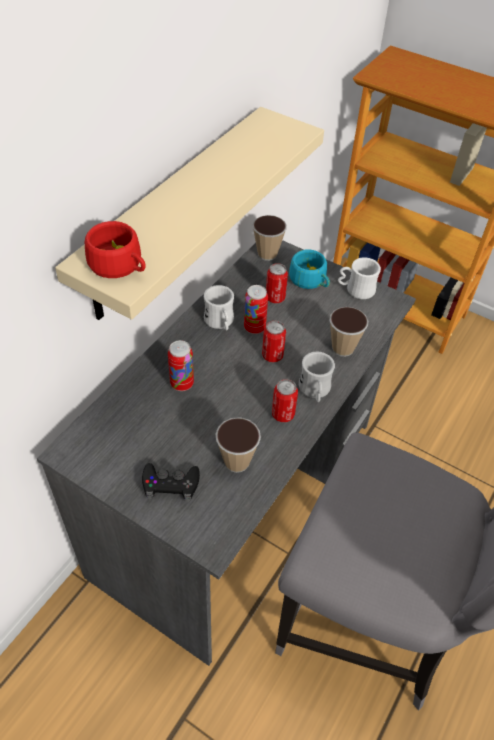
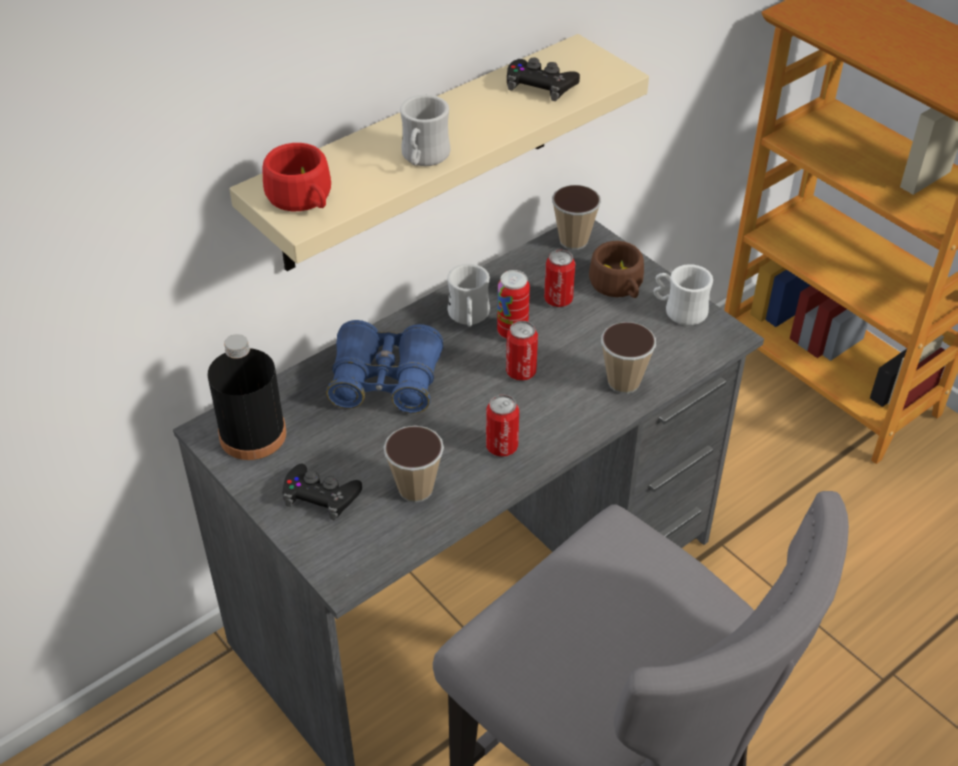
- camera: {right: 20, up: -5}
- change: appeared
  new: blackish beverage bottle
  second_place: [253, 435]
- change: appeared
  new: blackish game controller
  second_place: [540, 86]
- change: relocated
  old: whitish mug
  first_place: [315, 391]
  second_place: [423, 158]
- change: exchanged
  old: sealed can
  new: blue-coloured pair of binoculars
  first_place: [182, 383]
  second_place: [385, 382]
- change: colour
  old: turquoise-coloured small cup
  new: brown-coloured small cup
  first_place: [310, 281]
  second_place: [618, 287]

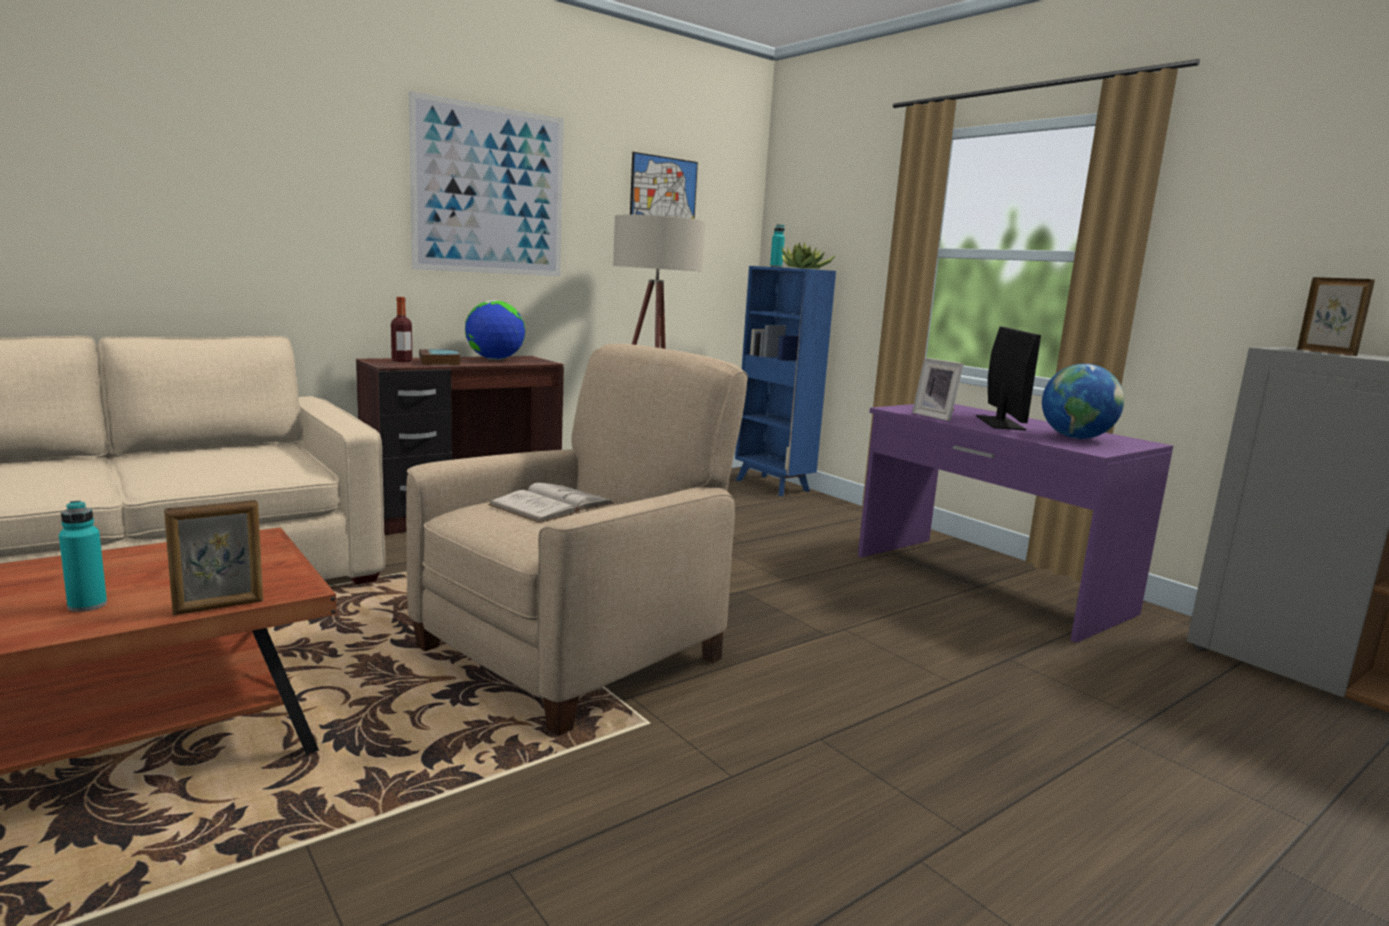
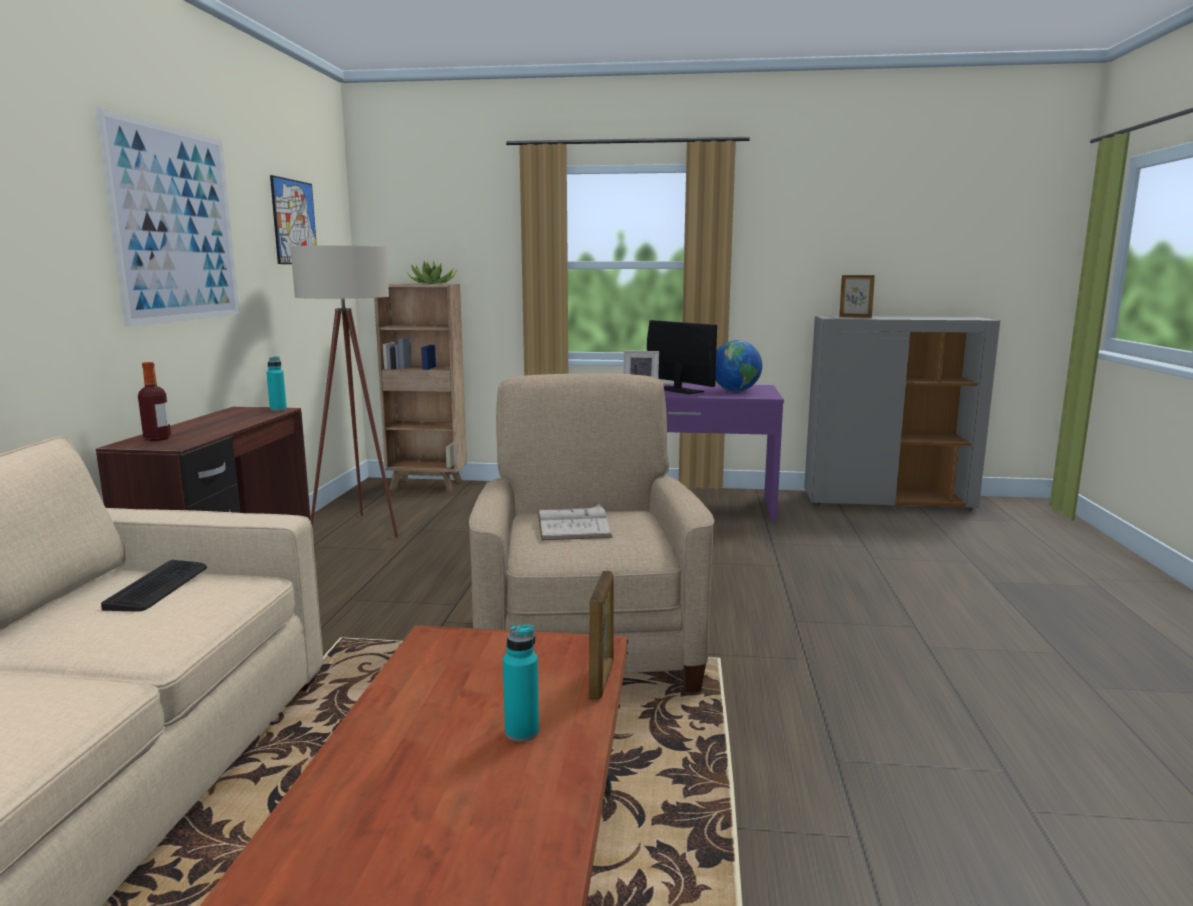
- camera: {right: -45, up: 0}
- change: missing
  old: bound book
  first_place: [440, 362]
- change: missing
  old: desk globe
  first_place: [495, 359]
- change: appeared
  new: PC keyboard
  second_place: [158, 587]
- change: relocated
  old: turquoise-coloured beverage bottle
  first_place: [776, 267]
  second_place: [278, 409]
- change: colour
  old: blue-coloured shelving unit
  new: brown-coloured shelving unit
  first_place: [773, 486]
  second_place: [428, 486]

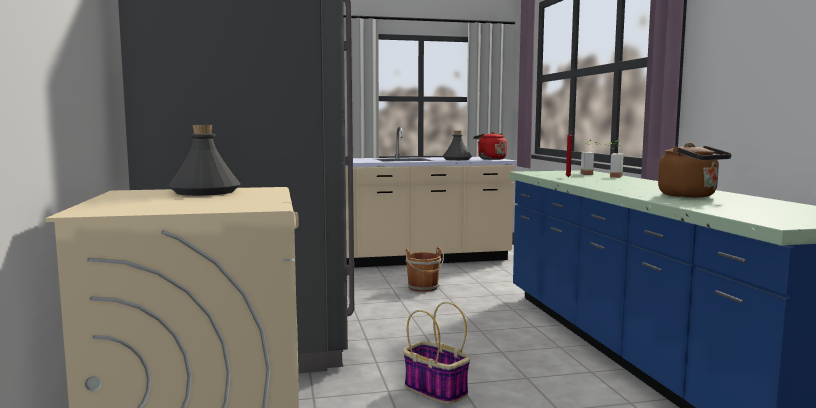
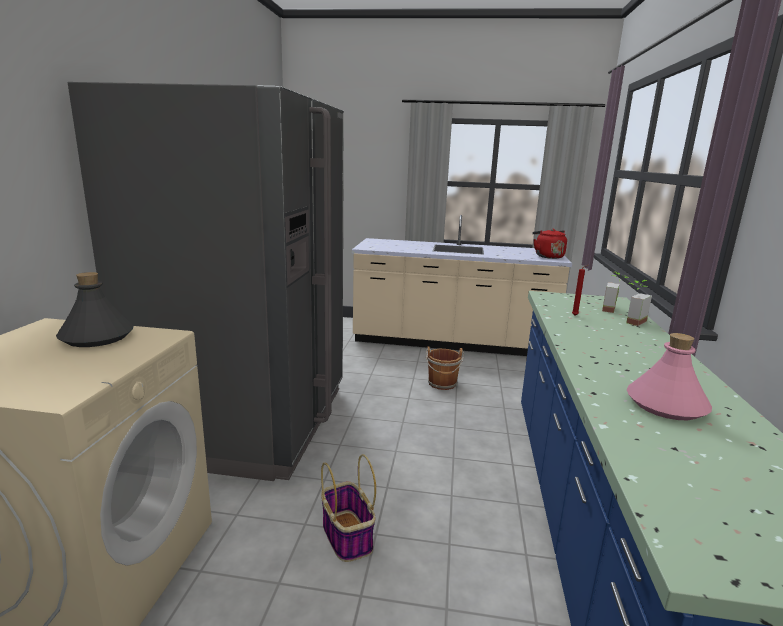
- camera: {right: 20, up: 10}
- change: missing
  old: greyish beverage bottle
  first_place: [457, 159]
- change: exchanged
  old: brown-coloured tea kettle
  new: pinkish beverage bottle
  first_place: [691, 196]
  second_place: [666, 405]

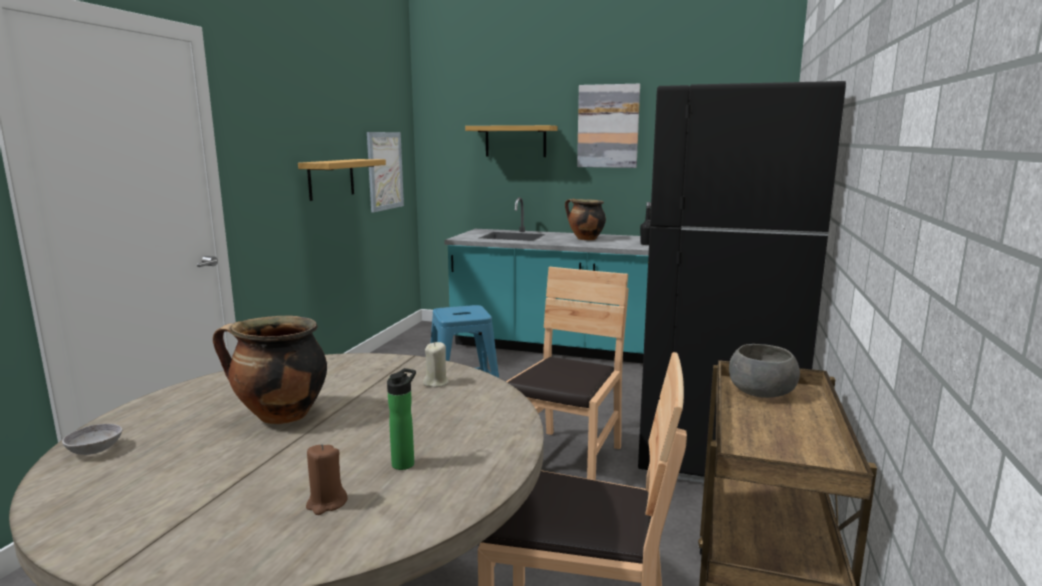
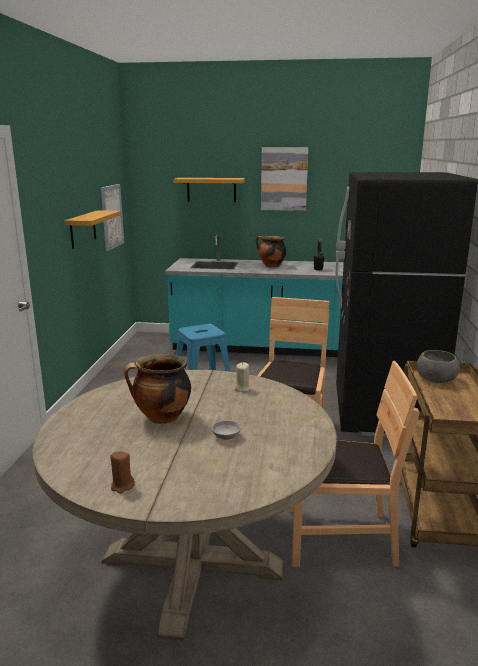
- camera: {right: -10, up: 5}
- change: missing
  old: beverage bottle
  first_place: [405, 462]
- change: relocated
  old: greyish bowl
  first_place: [95, 450]
  second_place: [226, 437]
- change: relocated
  old: brown-coloured candle
  first_place: [326, 503]
  second_place: [122, 486]

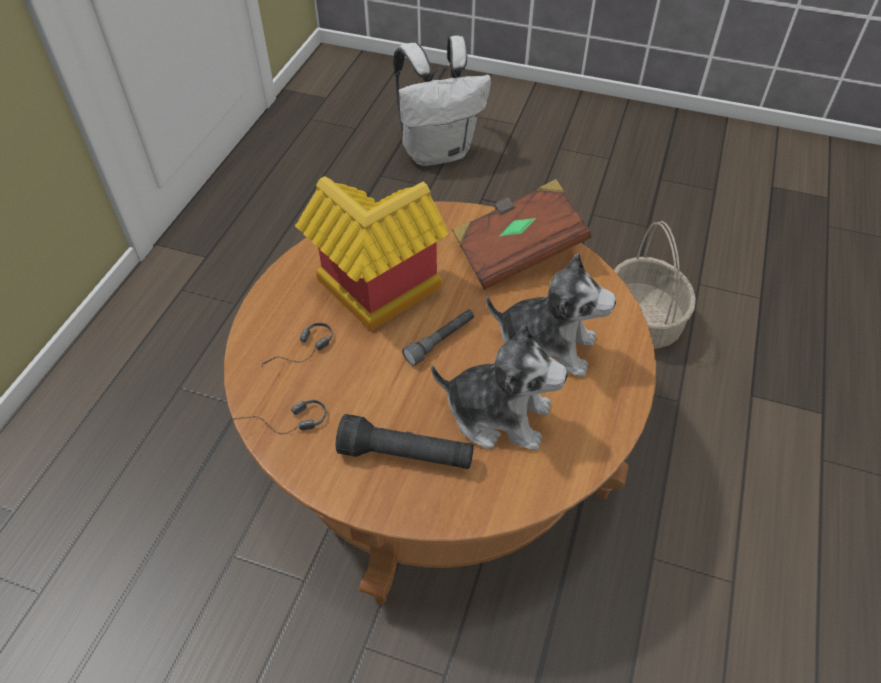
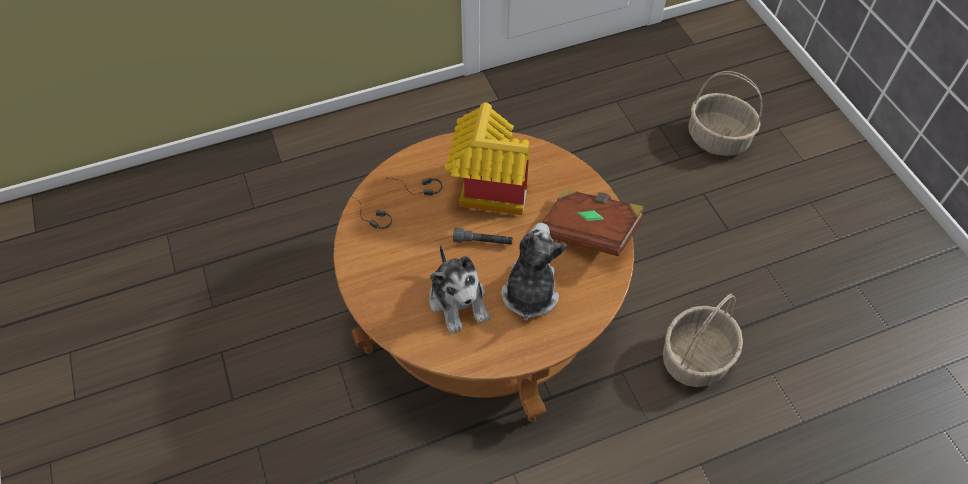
- camera: {right: 50, up: 5}
- change: missing
  old: blackish flashlight
  first_place: [406, 455]
- change: exchanged
  old: whitish knapsack
  new: basket
  first_place: [438, 152]
  second_place: [718, 138]
- change: spun
  old: soft toy
  first_place: [546, 345]
  second_place: [529, 292]
  degrees: -150

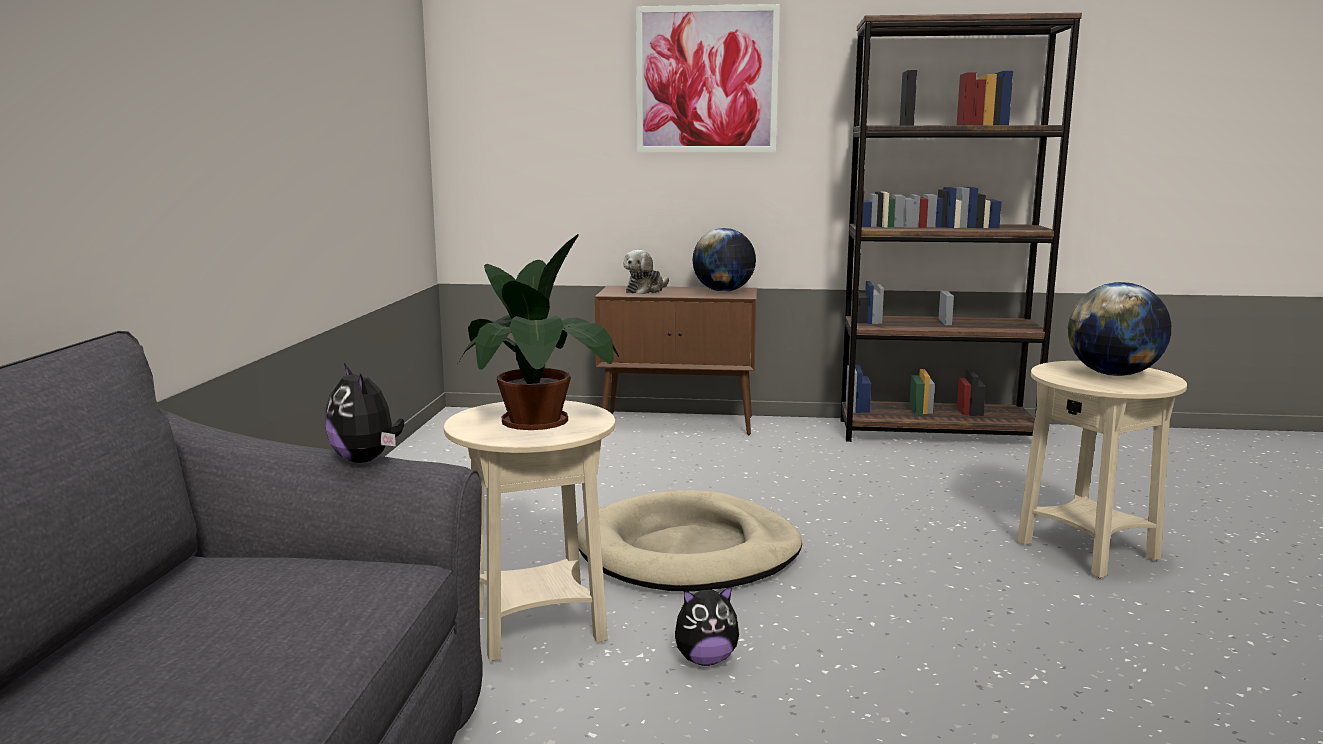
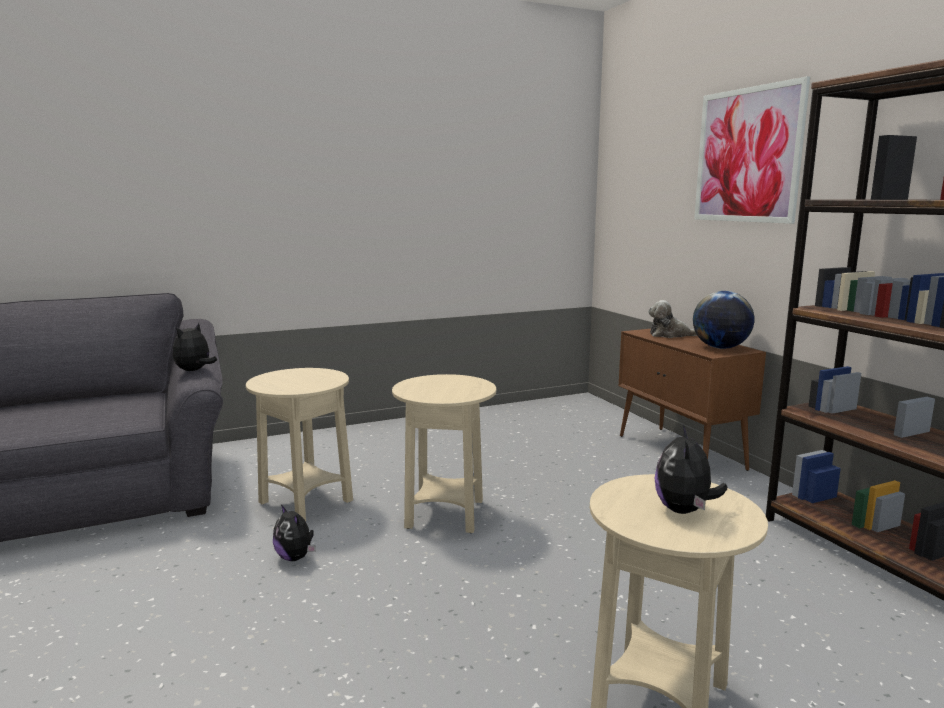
- camera: {right: 60, up: 0}
- change: missing
  old: houseplant
  first_place: [539, 421]
- change: exchanged
  old: beige-coloured dog cushion
  new: beige-coloured accent table
  first_place: [688, 551]
  second_place: [445, 515]
- change: exchanged
  old: desk globe
  new: soft toy
  first_place: [1114, 374]
  second_place: [684, 511]

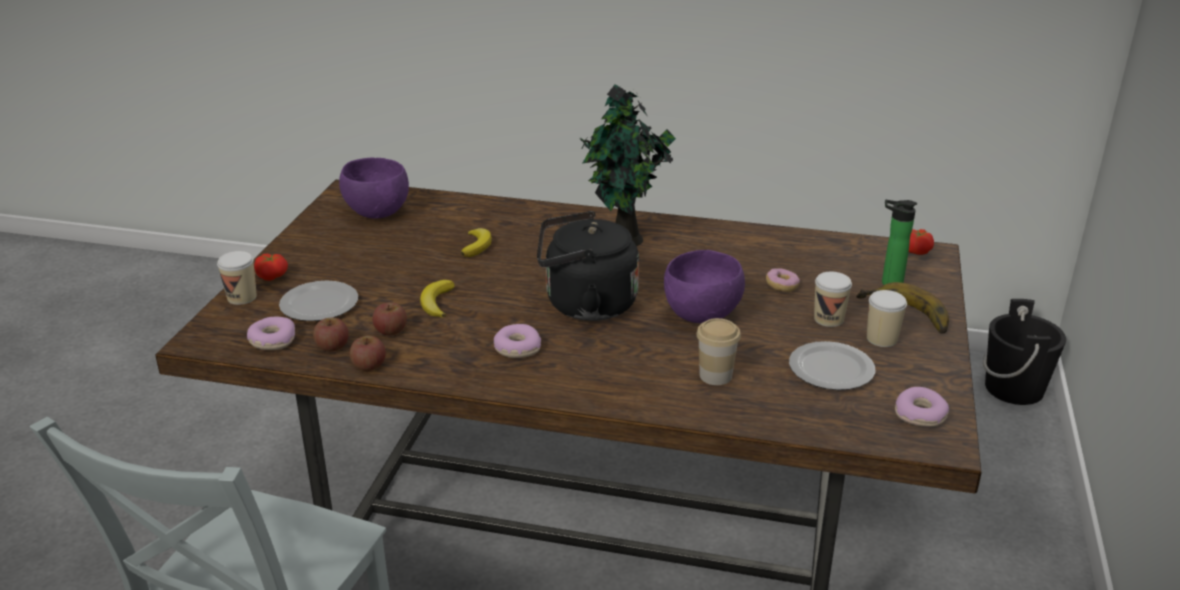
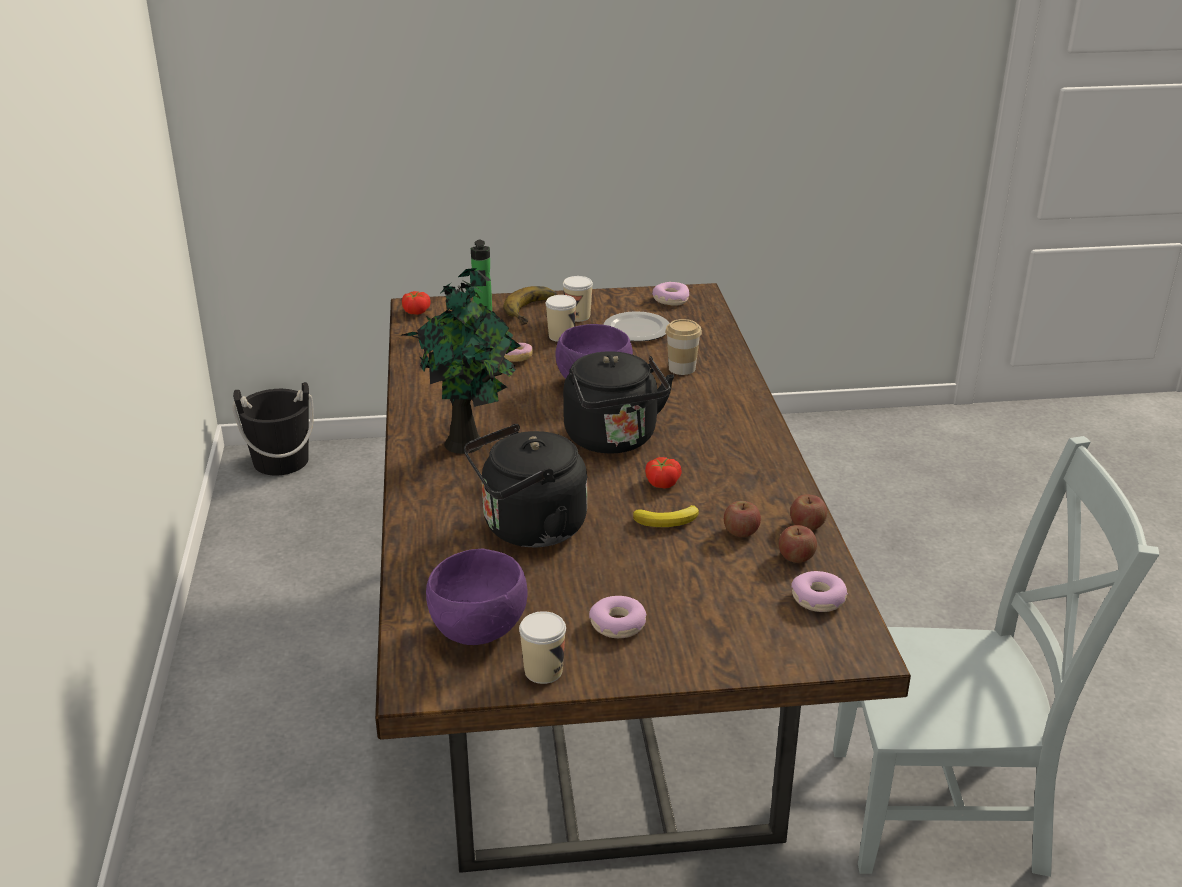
- camera: {right: -110, up: 0}
- change: missing
  old: plate
  first_place: [320, 304]
- change: relocated
  old: small cup
  first_place: [242, 297]
  second_place: [543, 671]
- change: relocated
  old: fresh tomato
  first_place: [273, 276]
  second_place: [661, 483]
- change: relocated
  old: doughnut
  first_place: [517, 348]
  second_place: [618, 625]
- change: exchanged
  old: banana fruit
  new: blackish tea kettle
  first_place: [477, 245]
  second_place: [528, 529]

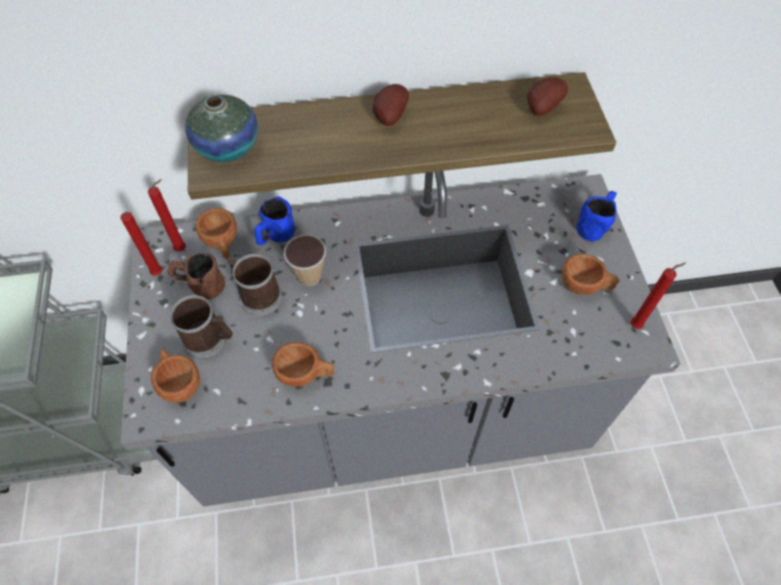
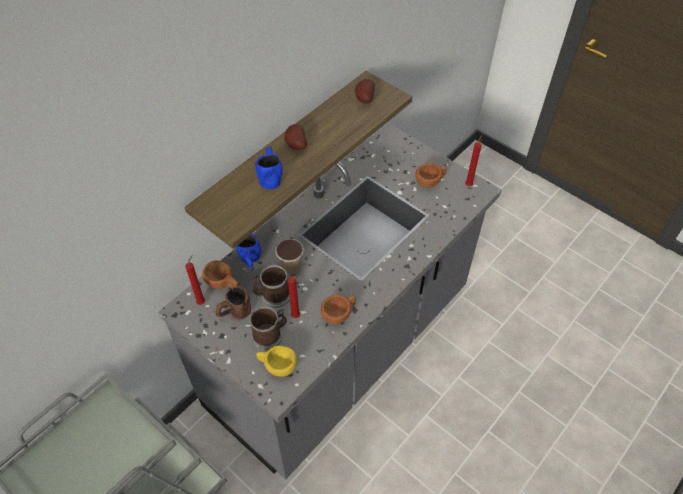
- camera: {right: -40, up: -5}
- change: missing
  old: decorative vase
  first_place: [227, 147]
- change: relocated
  old: red-coloured candle
  first_place: [157, 275]
  second_place: [297, 317]
- change: relocated
  old: blue-coloured mug
  first_place: [594, 223]
  second_place: [270, 175]
- change: colour
  old: brown-coloured small cup
  new: yellowish small cup
  first_place: [179, 382]
  second_place: [277, 366]

